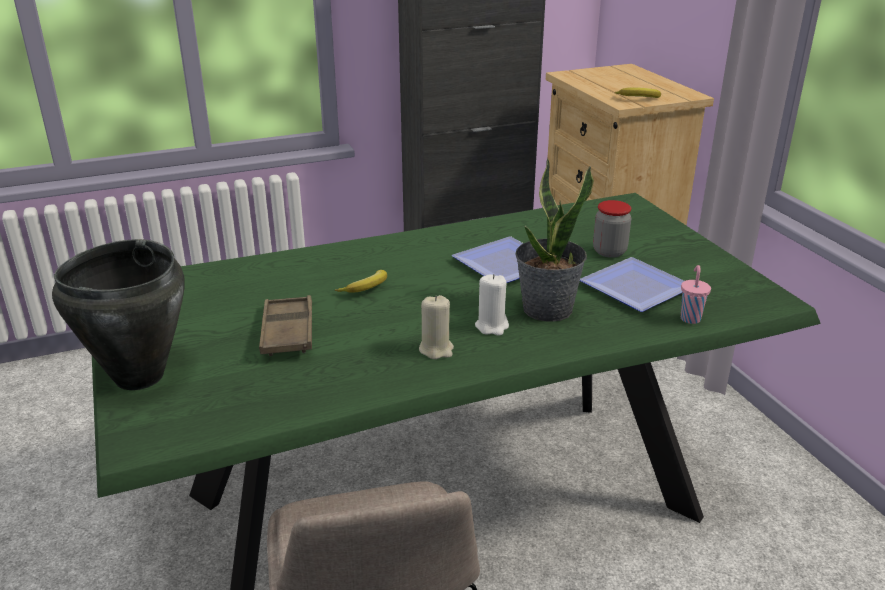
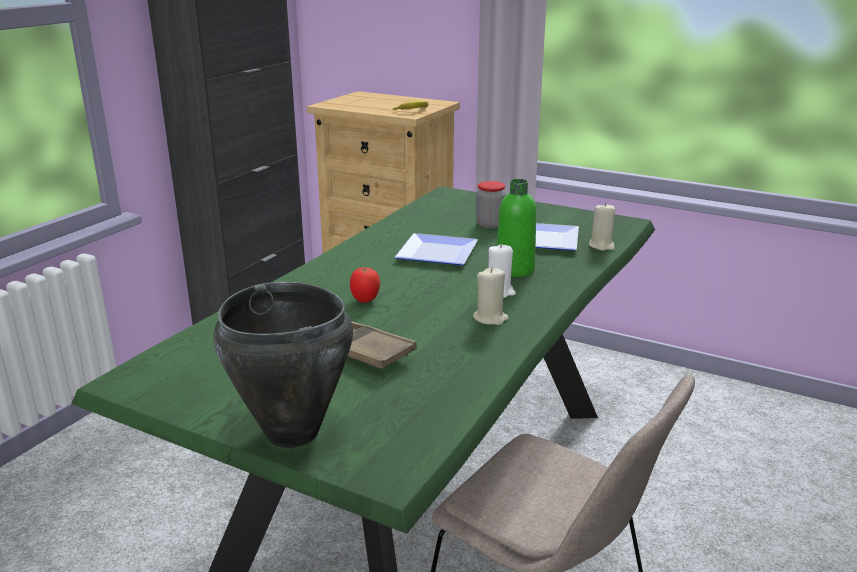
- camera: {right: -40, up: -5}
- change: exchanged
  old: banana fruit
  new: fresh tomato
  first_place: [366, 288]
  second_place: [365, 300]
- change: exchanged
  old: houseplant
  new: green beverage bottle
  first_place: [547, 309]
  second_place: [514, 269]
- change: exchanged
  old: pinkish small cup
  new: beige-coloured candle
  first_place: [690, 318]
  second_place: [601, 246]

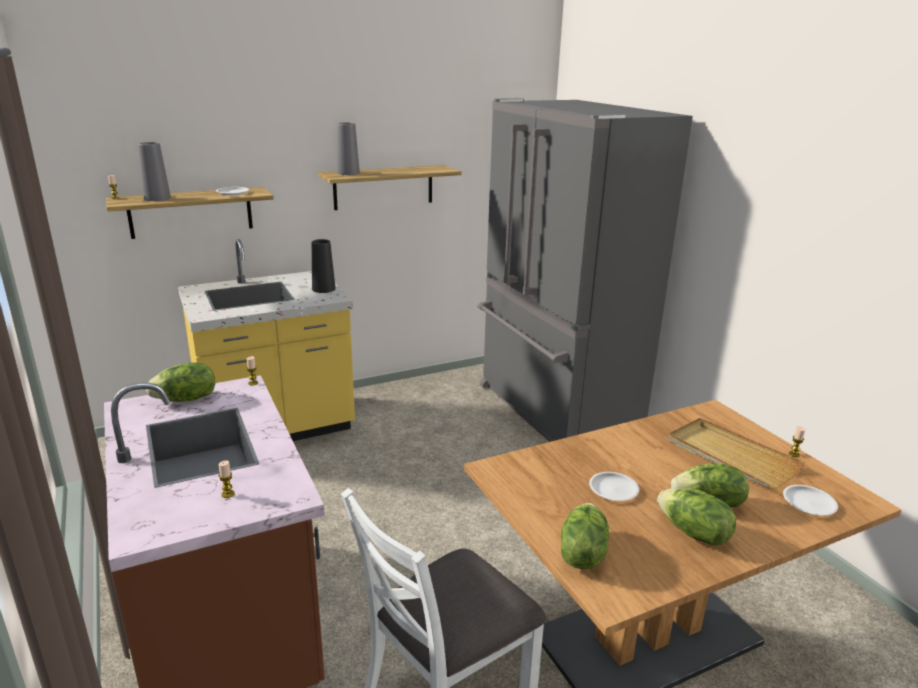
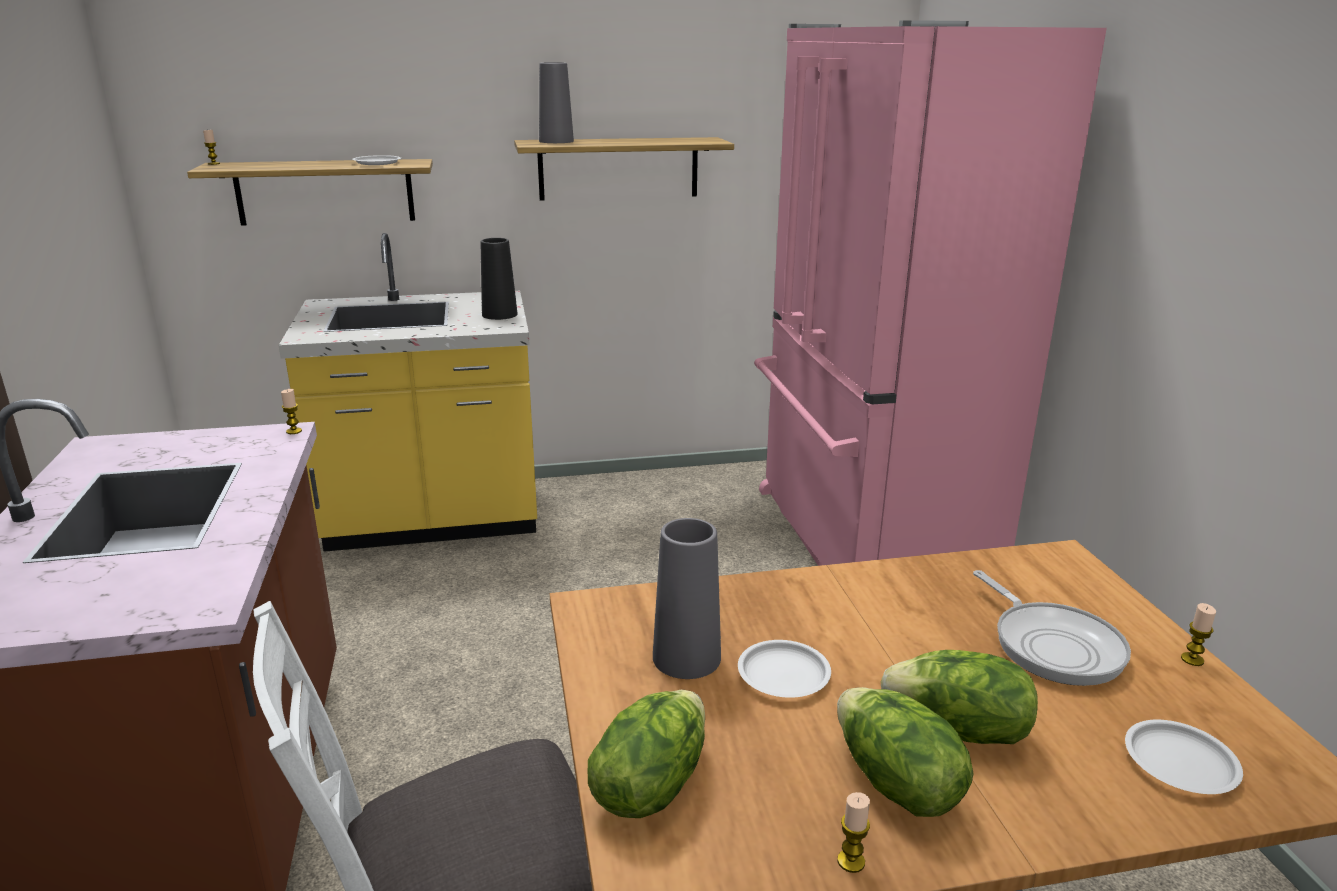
- camera: {right: 15, up: 0}
- change: missing
  old: lettuce
  first_place: [186, 399]
- change: relocated
  old: greyish decorative vase
  first_place: [157, 198]
  second_place: [686, 657]
- change: relocated
  old: candle
  first_place: [228, 494]
  second_place: [851, 861]
- change: exchanged
  old: beige-coloured carrying tray
  new: pan
  first_place: [730, 456]
  second_place: [1052, 645]
- change: colour
  old: greyish kitchen fridge
  new: pinkish kitchen fridge
  first_place: [553, 409]
  second_place: [863, 540]

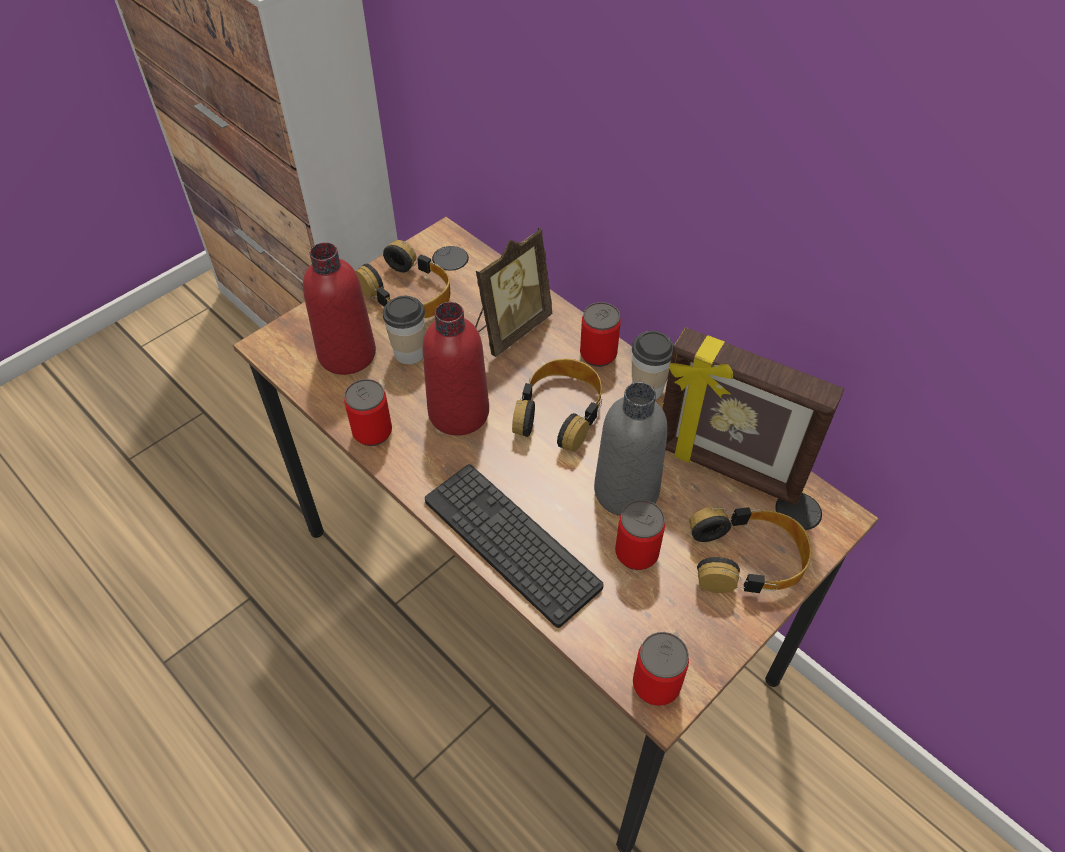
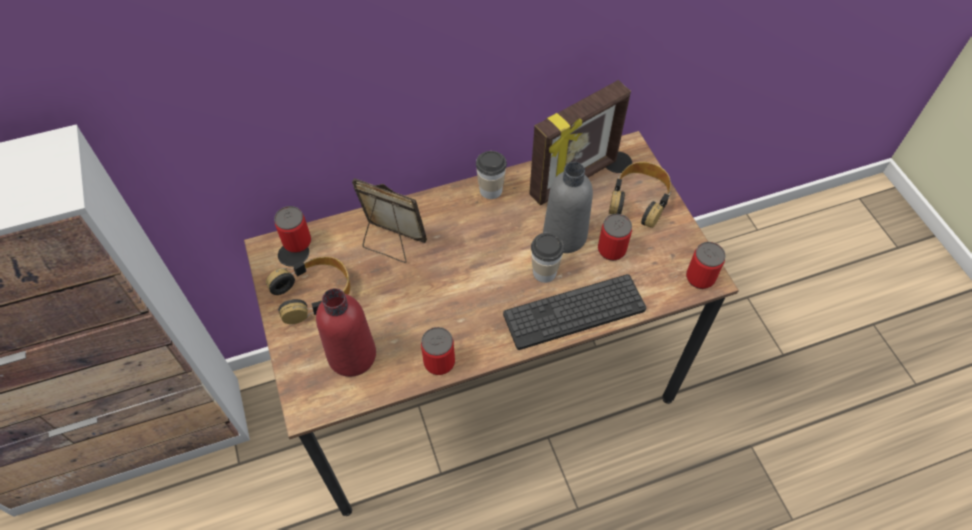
- camera: {right: -65, up: 5}
- change: missing
  old: red-coloured beverage bottle
  first_place: [459, 412]
- change: missing
  old: headphones
  first_place: [559, 412]
- change: relocated
  old: small cup
  first_place: [409, 352]
  second_place: [544, 272]
- change: relocated
  old: sealed can
  first_place: [598, 354]
  second_place: [297, 242]
- change: spun
  old: photo frame
  first_place: [510, 328]
  second_place: [391, 243]
  degrees: -45

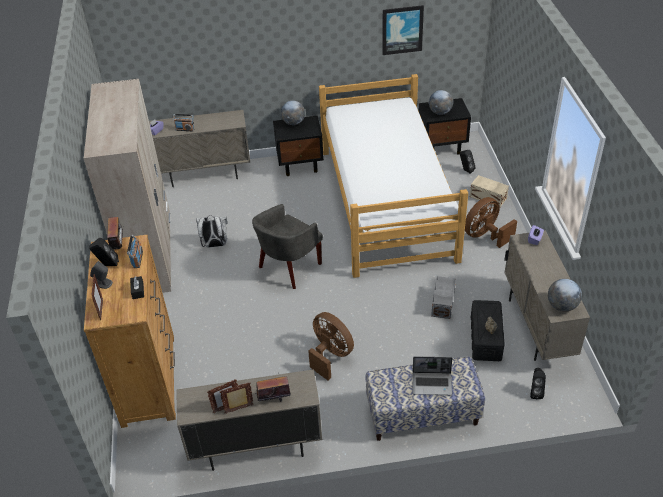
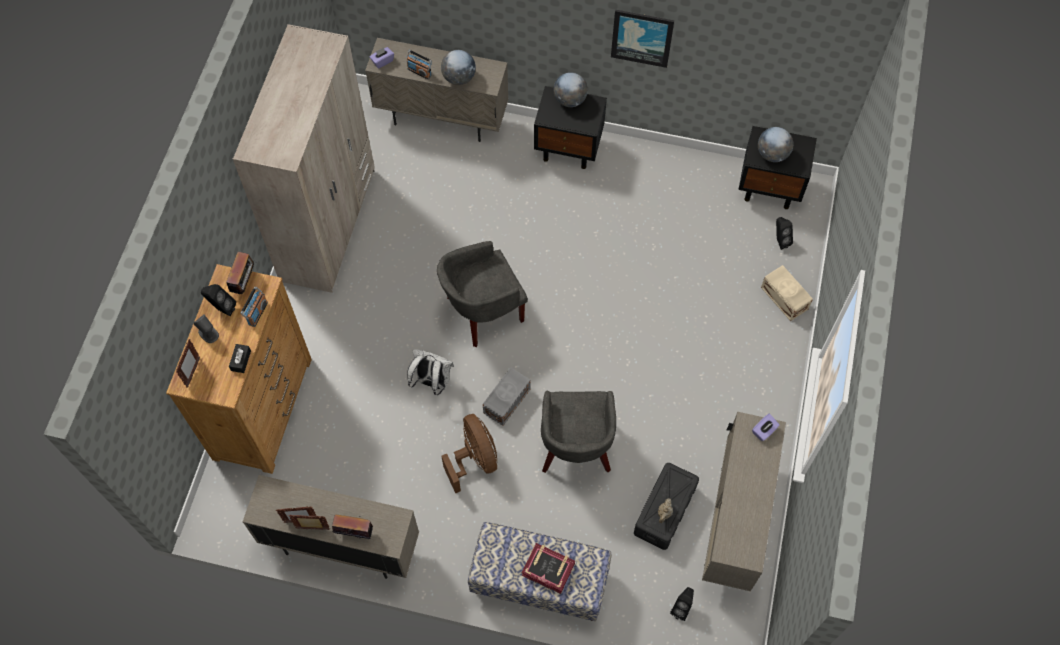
- camera: {right: 20, up: 20}
- change: missing
  old: sleeping bed
  first_place: [387, 203]
- change: missing
  old: brown-coloured fan
  first_place: [485, 235]
- change: appeared
  new: greyish armchair
  second_place: [575, 447]
- change: relocated
  old: whitish knapsack
  first_place: [215, 245]
  second_place: [432, 381]
- change: relocated
  old: wall picture
  first_place: [402, 30]
  second_place: [642, 37]
- change: relocated
  old: greyish storage box
  first_place: [442, 304]
  second_place: [506, 401]
- change: relocated
  old: desk globe
  first_place: [562, 306]
  second_place: [459, 78]
- change: exchanged
  old: portable computer
  new: bound book
  first_place: [432, 384]
  second_place: [548, 569]

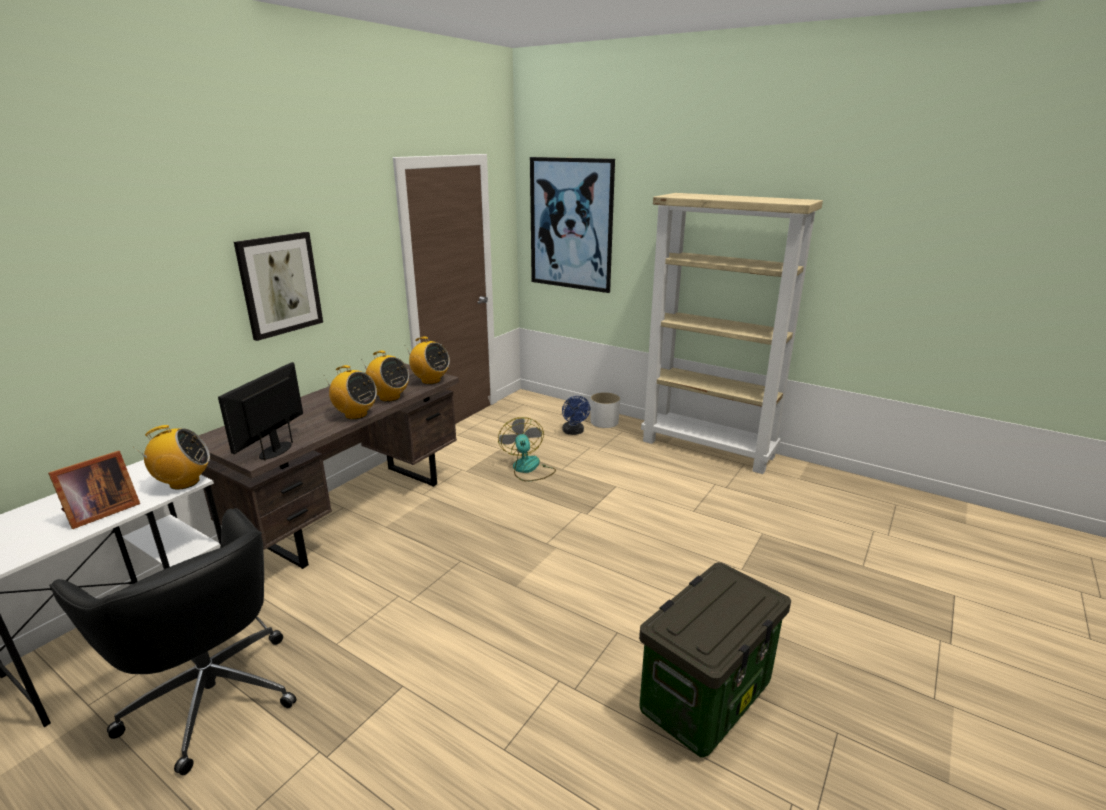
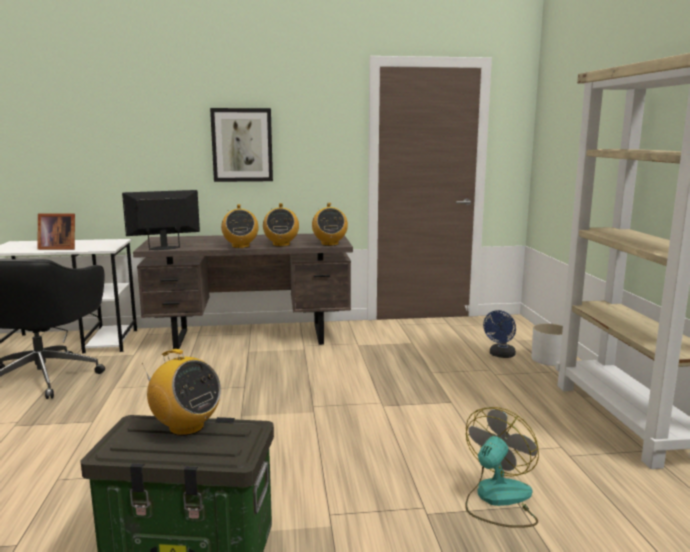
- camera: {right: 50, up: -10}
- change: missing
  old: wall picture
  first_place: [571, 224]
- change: relocated
  old: radio receiver
  first_place: [184, 482]
  second_place: [186, 427]
- change: relocated
  old: fan
  first_place: [528, 469]
  second_place: [497, 500]

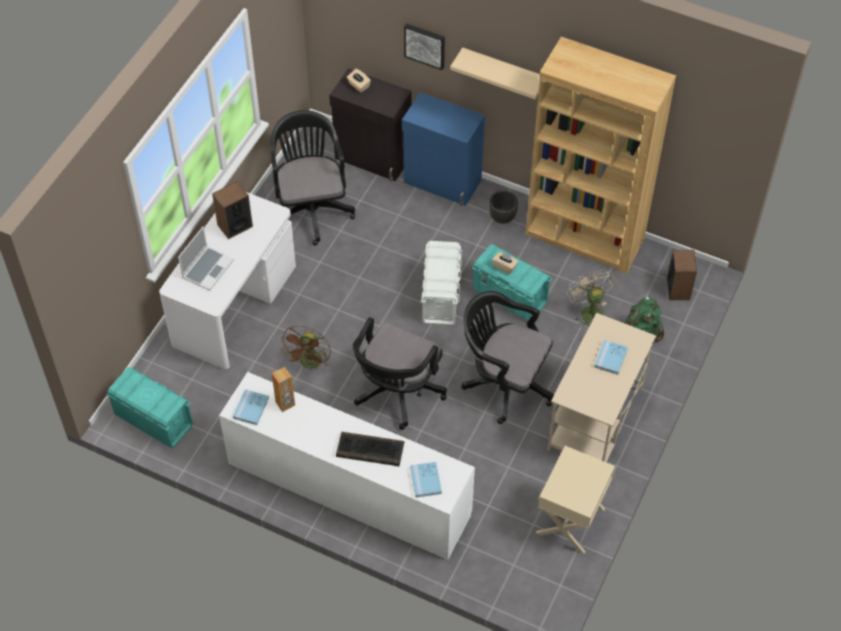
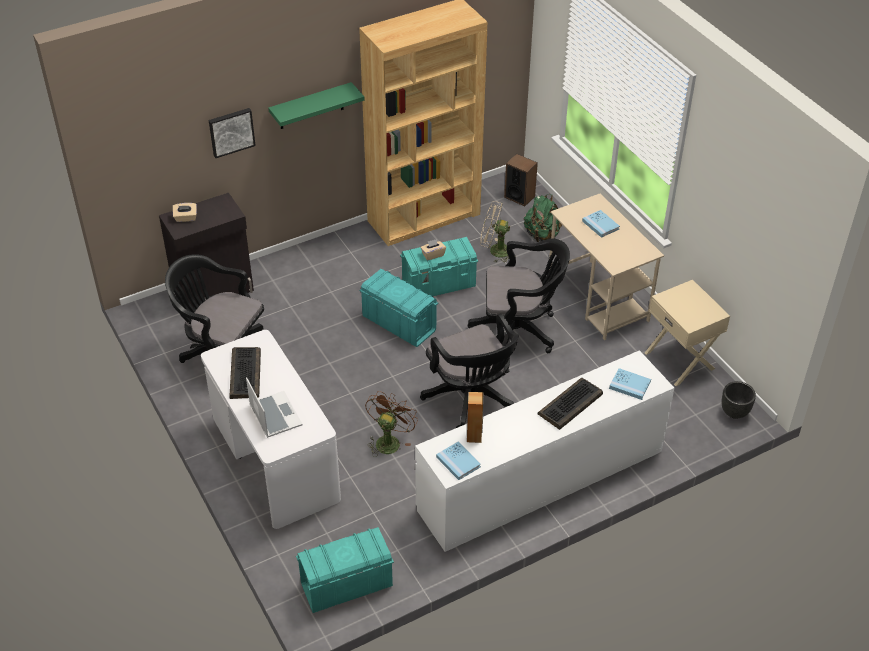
- camera: {right: -55, up: -10}
- change: missing
  old: blue-coloured cabinet
  first_place: [442, 182]
- change: relocated
  old: blackish flower pot
  first_place: [502, 218]
  second_place: [734, 412]
- change: exchanged
  old: loudspeaker
  new: PC keyboard
  first_place: [234, 225]
  second_place: [244, 373]
- change: colour
  old: whitish storage box
  new: turquoise-coloured storage box
  first_place: [441, 295]
  second_place: [399, 323]
- change: colour
  old: beige-coloured bracket shelf
  new: green bracket shelf
  first_place: [503, 72]
  second_place: [311, 106]
- change: spun
  old: brown-coloured fan
  first_place: [310, 364]
  second_place: [389, 440]
  degrees: -120
- change: spun
  old: blackish desk chair
  first_place: [504, 383]
  second_place: [519, 331]
  degrees: -150

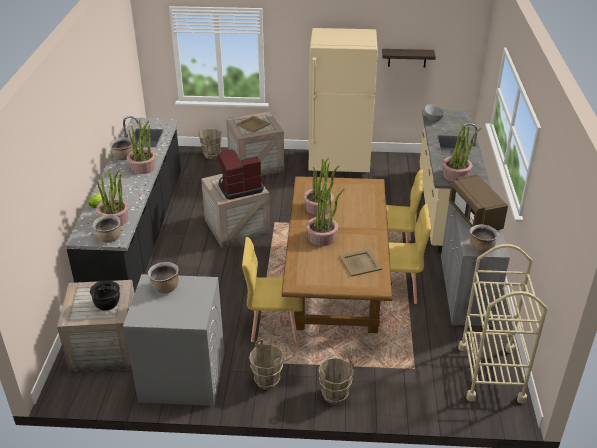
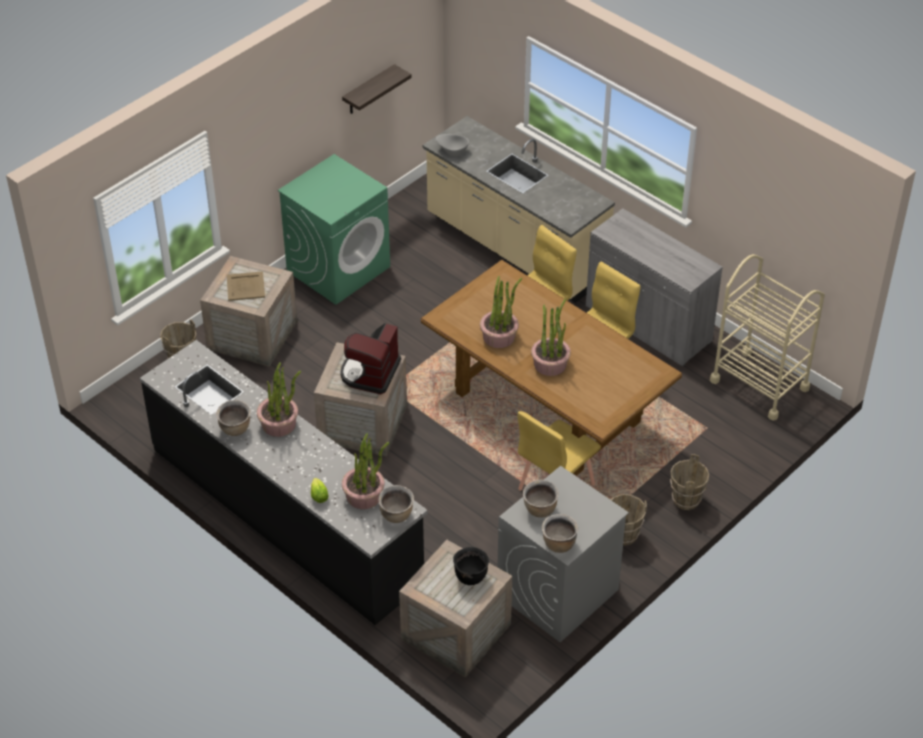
- camera: {right: -50, up: 10}
- change: missing
  old: beige-coloured carrying tray
  first_place: [360, 262]
- change: missing
  old: houseplant
  first_place: [455, 175]
- change: missing
  old: brown-coloured kitchen microwave
  first_place: [474, 216]
- change: relocated
  old: brown-coloured cooking pot
  first_place: [480, 248]
  second_place: [558, 544]
- change: exchanged
  old: beige-coloured kitchen fridge
  new: green laundry machine
  first_place: [339, 164]
  second_place: [338, 268]

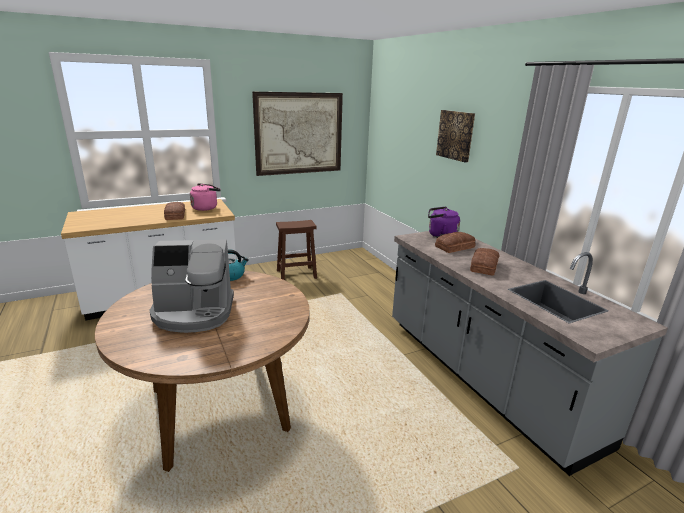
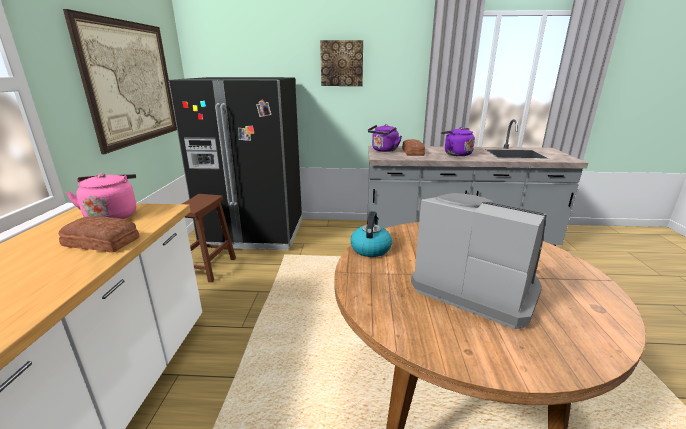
- camera: {right: -60, up: 0}
- change: appeared
  new: blackish kitchen fridge
  second_place: [254, 234]
- change: exchanged
  old: baked bread
  new: purple tea kettle
  first_place: [484, 266]
  second_place: [456, 154]
- change: spun
  old: coffee machine
  first_place: [194, 313]
  second_place: [475, 286]
  degrees: -75

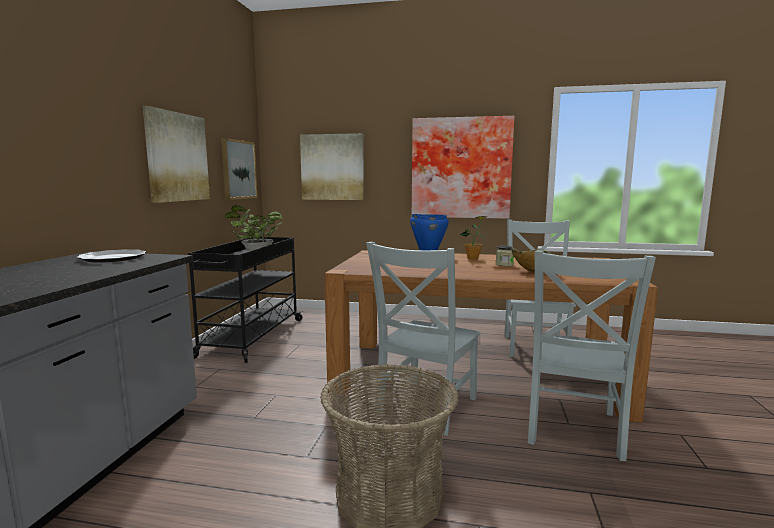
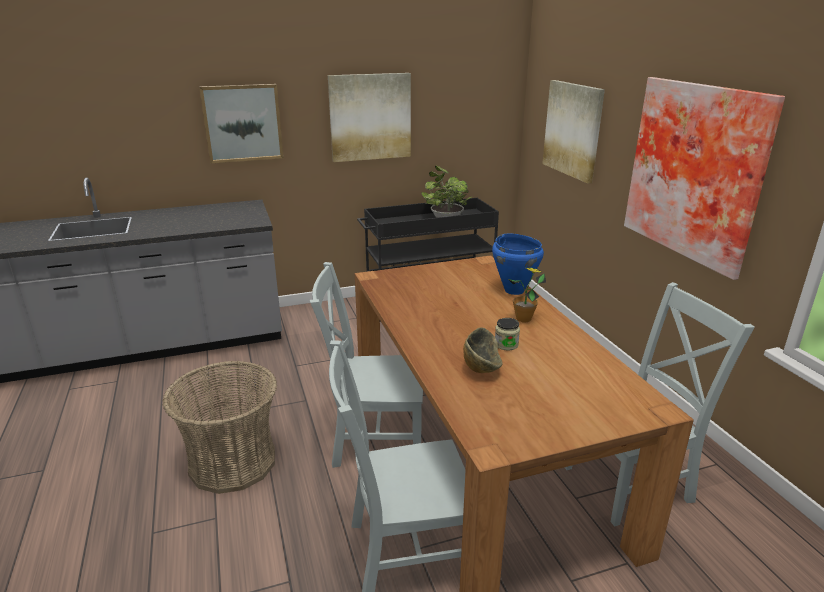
- camera: {right: 60, up: 15}
- change: missing
  old: plate
  first_place: [113, 258]
- change: relocated
  old: wall picture
  first_place: [238, 169]
  second_place: [242, 123]

